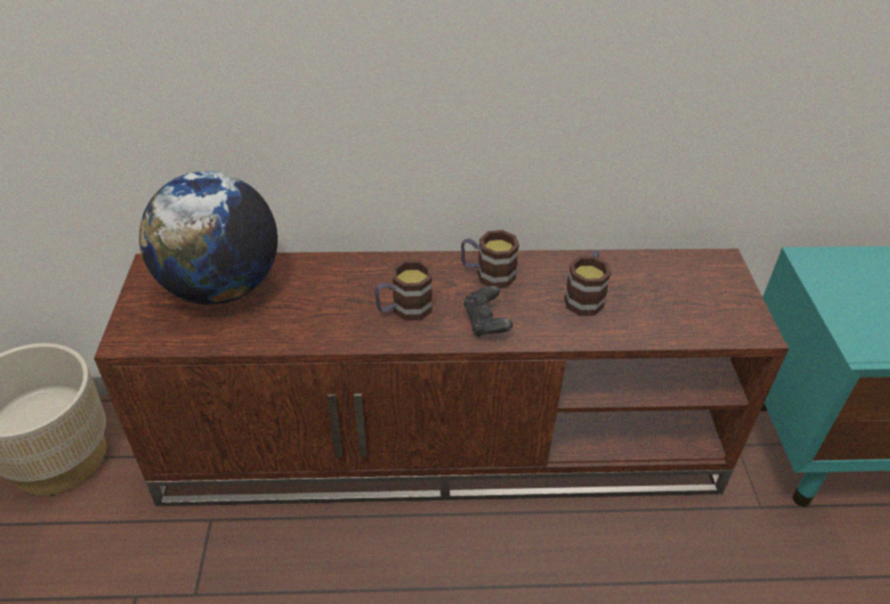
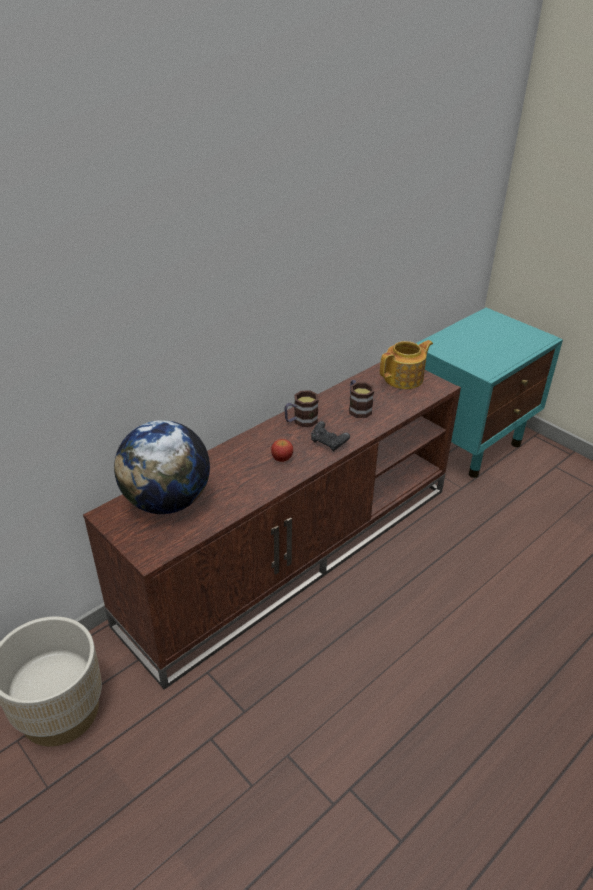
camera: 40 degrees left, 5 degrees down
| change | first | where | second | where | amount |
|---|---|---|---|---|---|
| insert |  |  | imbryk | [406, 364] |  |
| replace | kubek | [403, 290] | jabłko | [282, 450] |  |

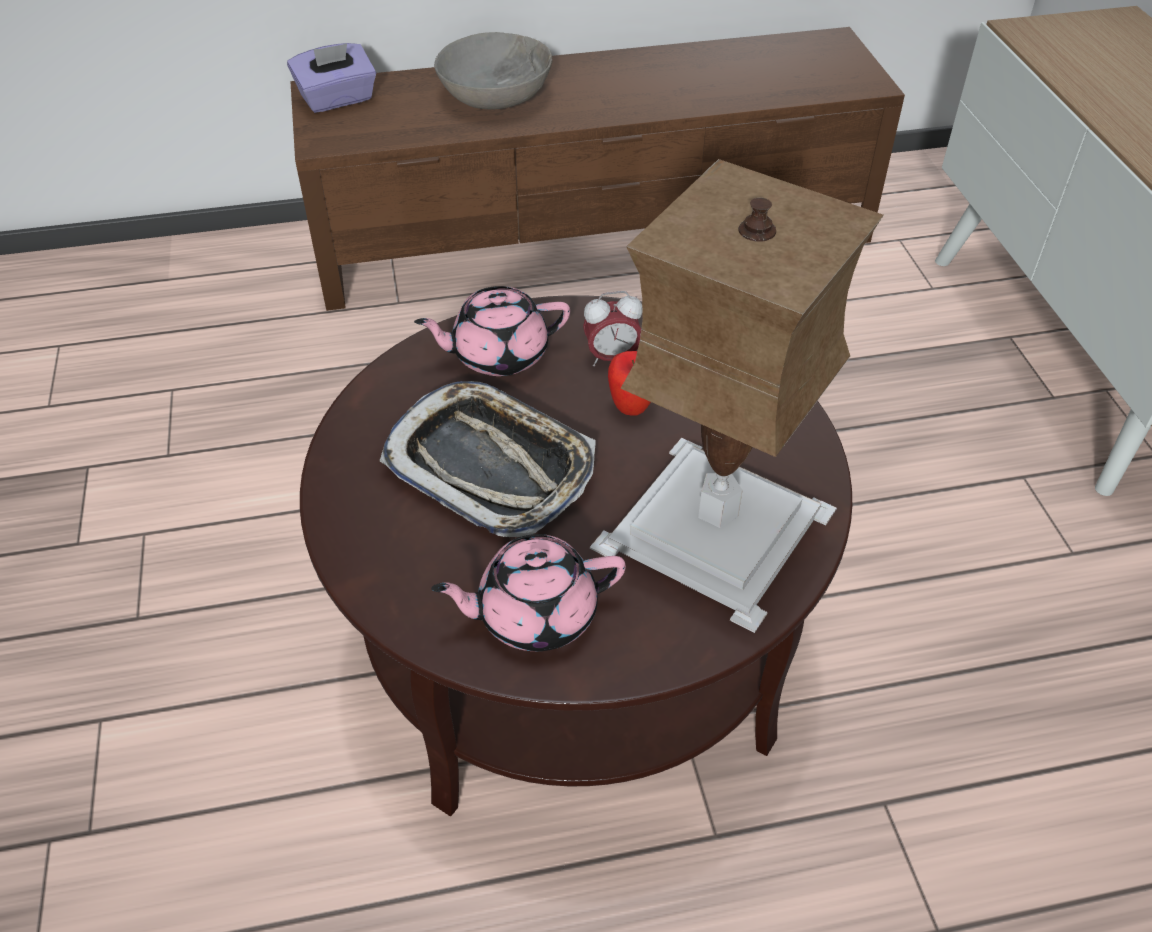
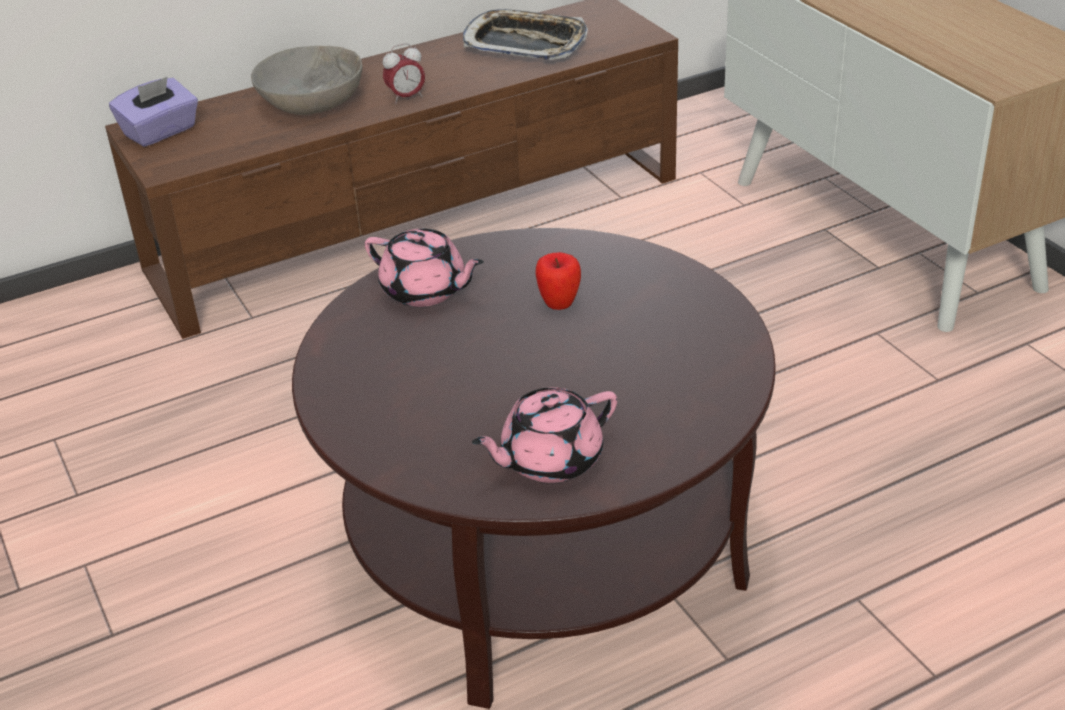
camera: 15 degrees left, 10 degrees down
| change | first | where | second | where | amount |
|---|---|---|---|---|---|
| delete | lampa stołowa | [737, 396] |  |  |  |
| move | taca | [487, 459] |  | [525, 34] |  |
| move | budzik | [612, 328] |  | [404, 73] |  |
| rotate | imbryk/różowy | [492, 331] |  | [424, 268] | 120 degrees counterclockwise |

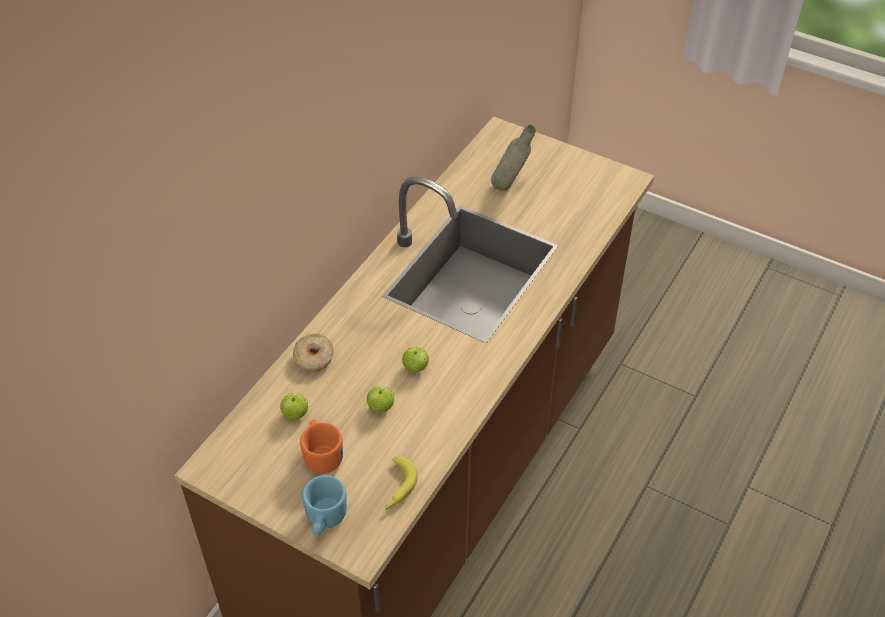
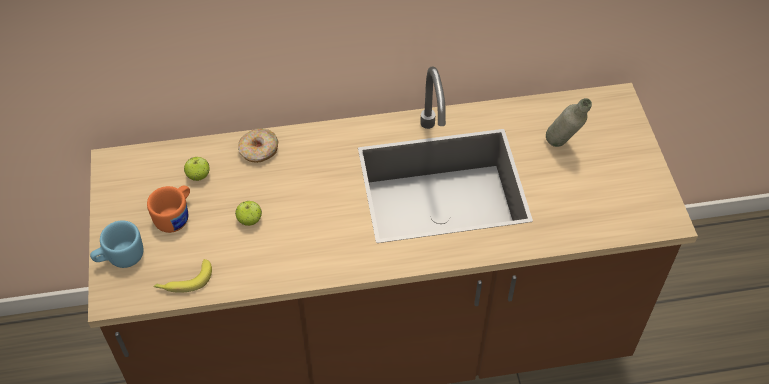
camera: 50 degrees right, 5 degrees up
| change | first | where | second | where | amount |
|---|---|---|---|---|---|
| delete | jabłko | [415, 359] |  |  |  |

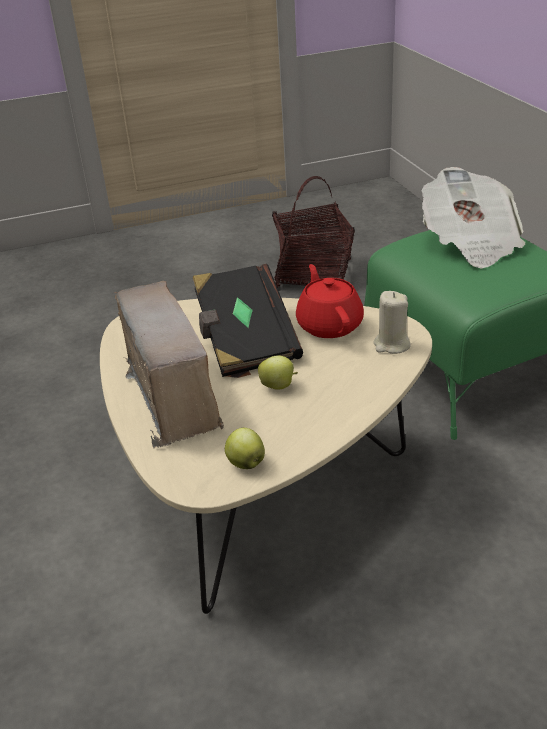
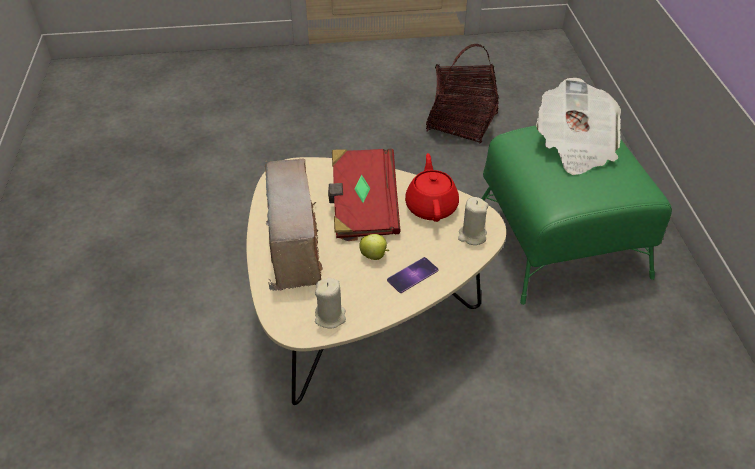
camera: 10 degrees right, 10 degrees up
| change | first | where | second | where | amount |
|---|---|---|---|---|---|
| insert |  |  | telefon | [413, 275] |  |
| replace | jabłko | [245, 448] | świeca/beżowy | [330, 303] |  |
| recolor | książka/czarny | [248, 320] | książka/czerwony | [364, 193] |  |

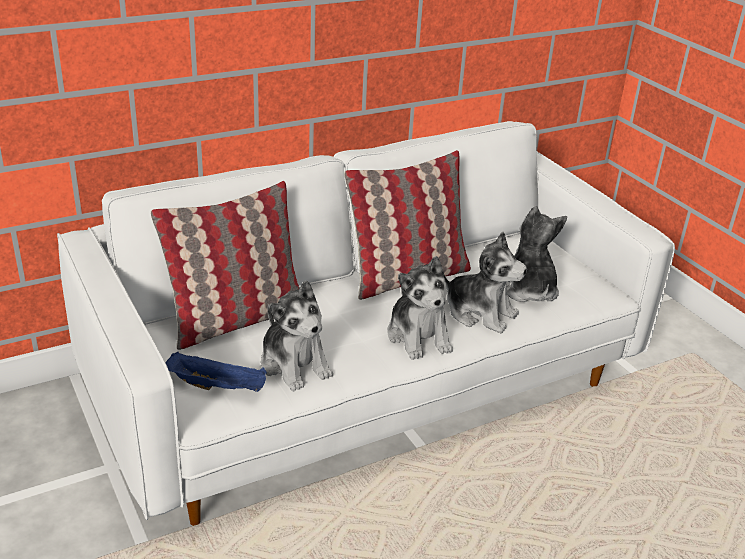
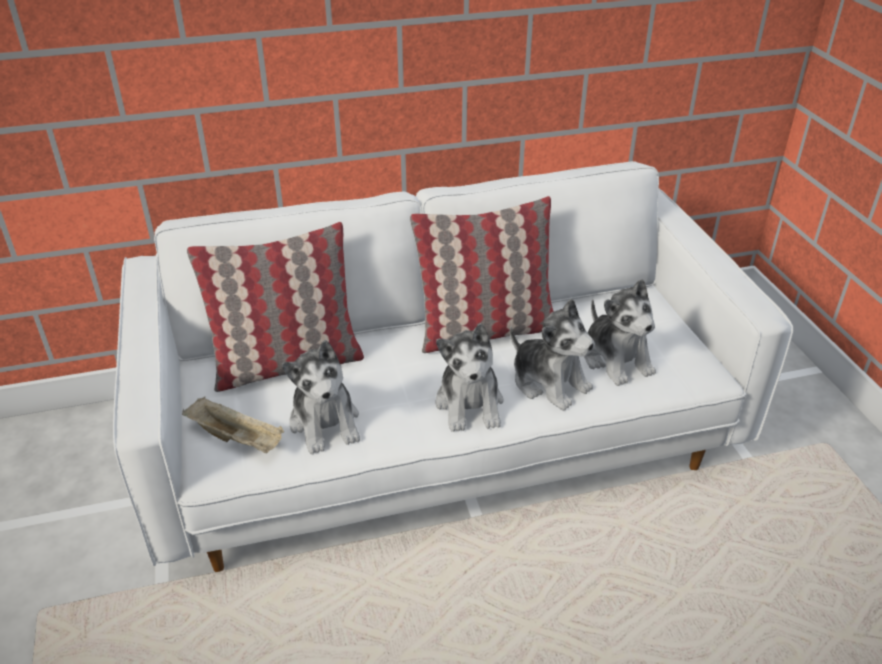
camera: 15 degrees right, 5 degrees up
| change | first | where | second | where | amount |
|---|---|---|---|---|---|
| recolor | taca/niebieski | [216, 372] | taca/beżowy | [233, 425] |  |
| rotate | pluszak | [537, 254] |  | [620, 332] | 150 degrees clockwise |

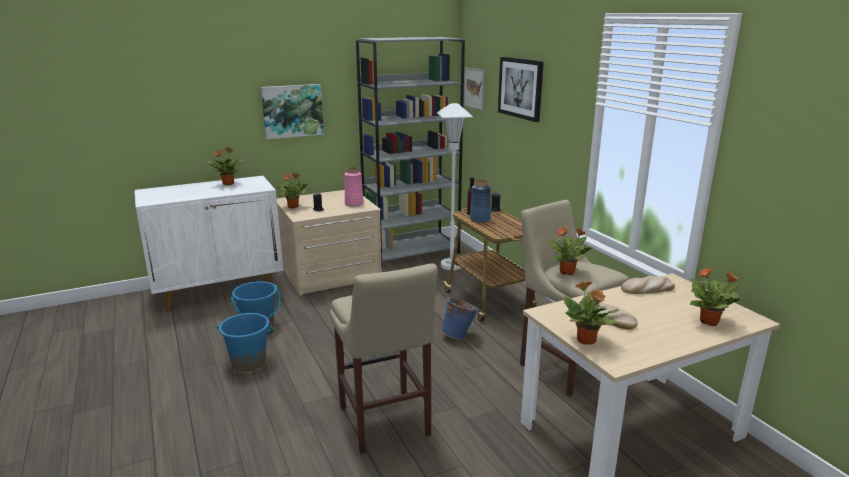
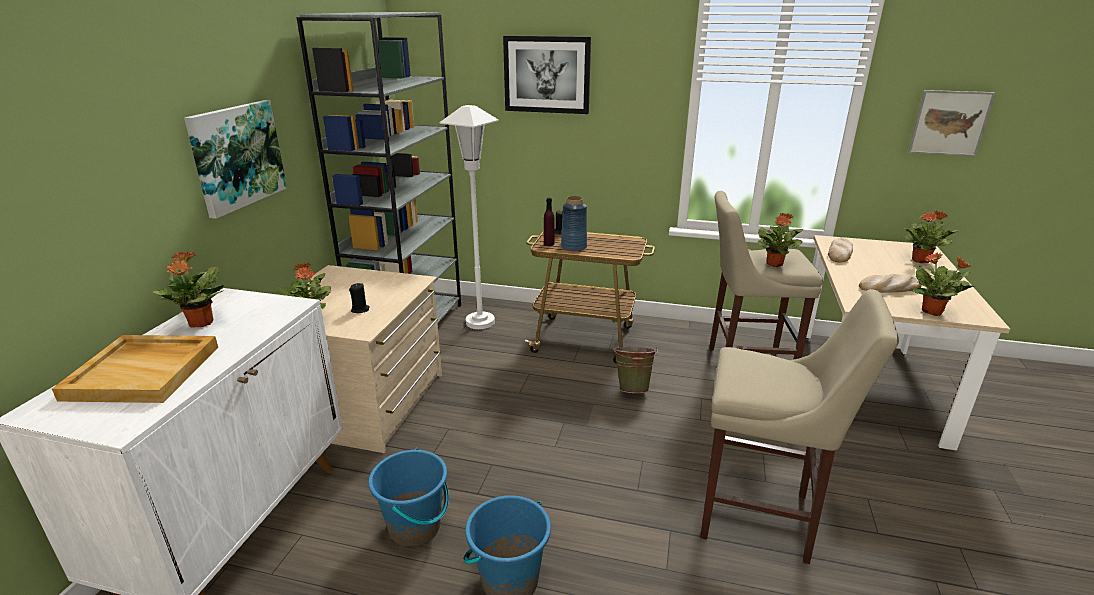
camera: 50 degrees left, 5 degrees up
| change | first | where | second | where | amount |
|---|---|---|---|---|---|
| delete | wazon/różowy | [354, 186] |  |  |  |
| insert |  |  | taca/beżowy | [135, 369] |  |
| move | obraz | [474, 88] |  | [951, 123] |  |
| recolor | wiadro/niebieski | [460, 318] | wiadro/zielony | [635, 369] |  |

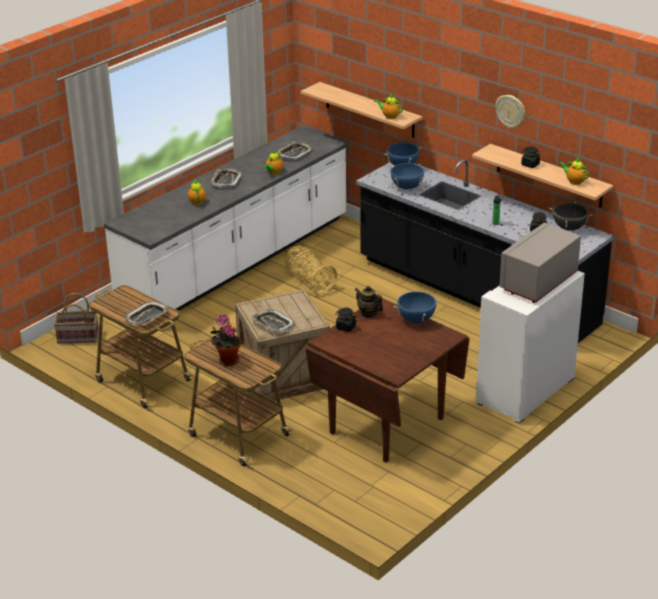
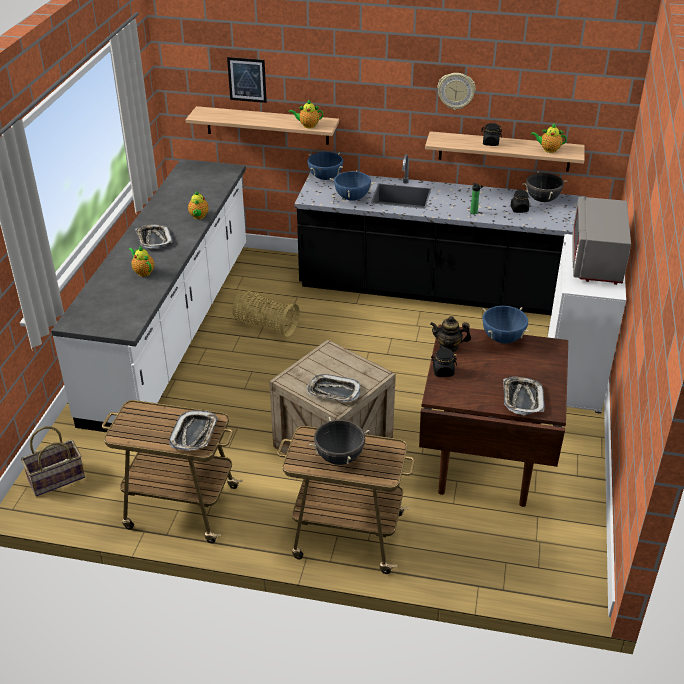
camera: 30 degrees left, 5 degrees up
| change | first | where | second | where | amount |
|---|---|---|---|---|---|
| insert |  |  | obraz | [247, 80] |  |
| move | taca | [295, 150] |  | [524, 396] |  |
| replace | roślina doniczkowa | [226, 340] | garnek/czarny | [339, 441] |  |

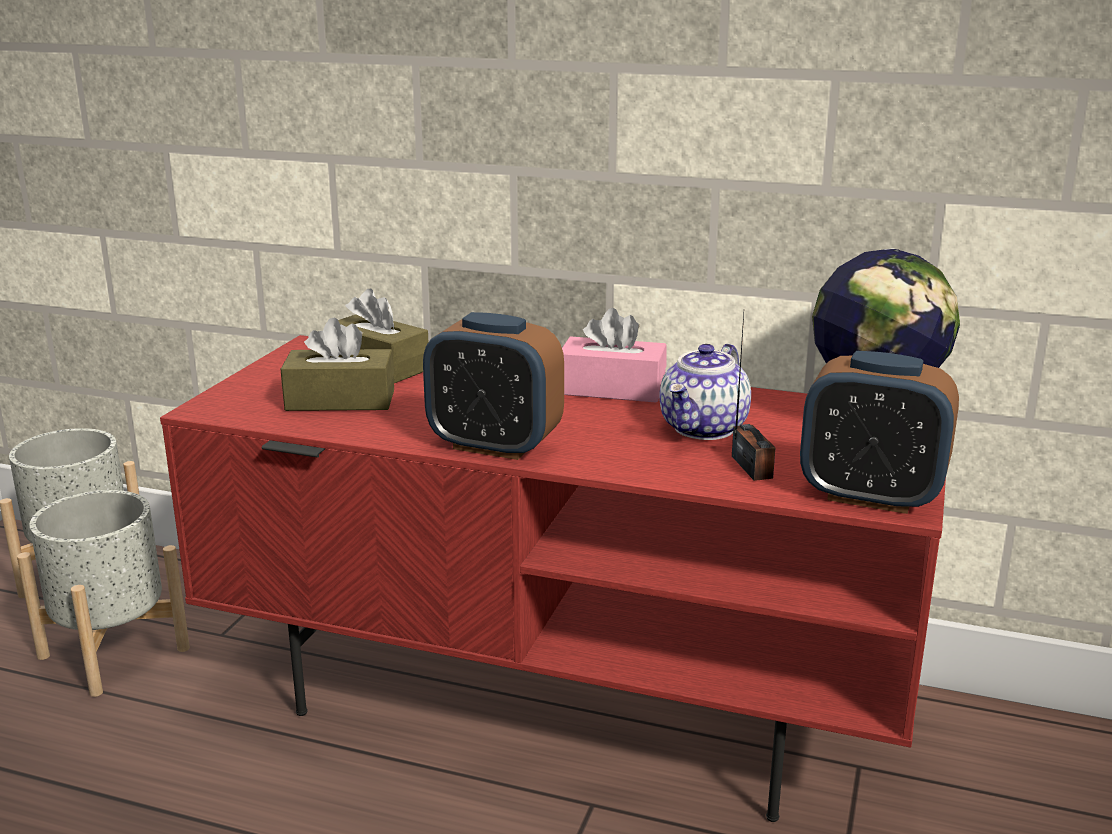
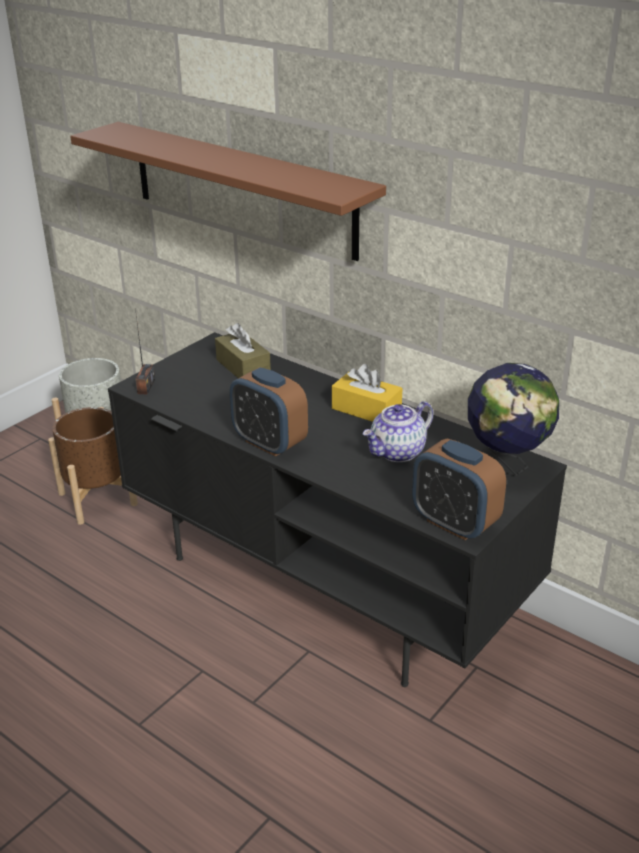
camera: 20 degrees right, 10 degrees up
| change | first | where | second | where | amount |
|---|---|---|---|---|---|
| delete | pudełko chusteczek/brązowy | [337, 364] |  |  |  |
| insert |  |  | półka/brązowy | [228, 191] |  |
| move | radio | [753, 397] |  | [145, 351] |  |
| recolor | donica/szary | [103, 593] | donica/brązowy | [93, 466] |  |
| recolor | szafka pod telewizor/czerwony | [553, 578] | szafka pod telewizor/czarny | [337, 509] |  |
| recolor | pudełko chusteczek/różowy | [614, 355] | pudełko chusteczek/żółty | [367, 393] |  |

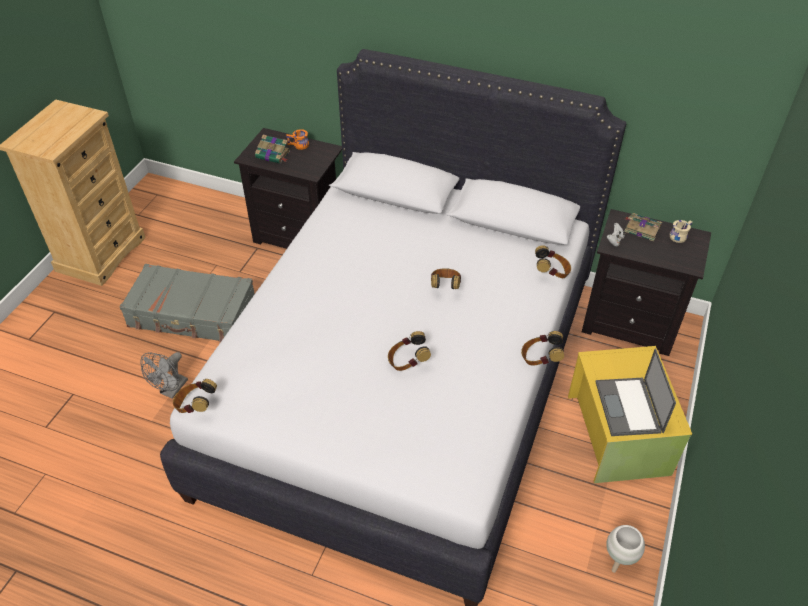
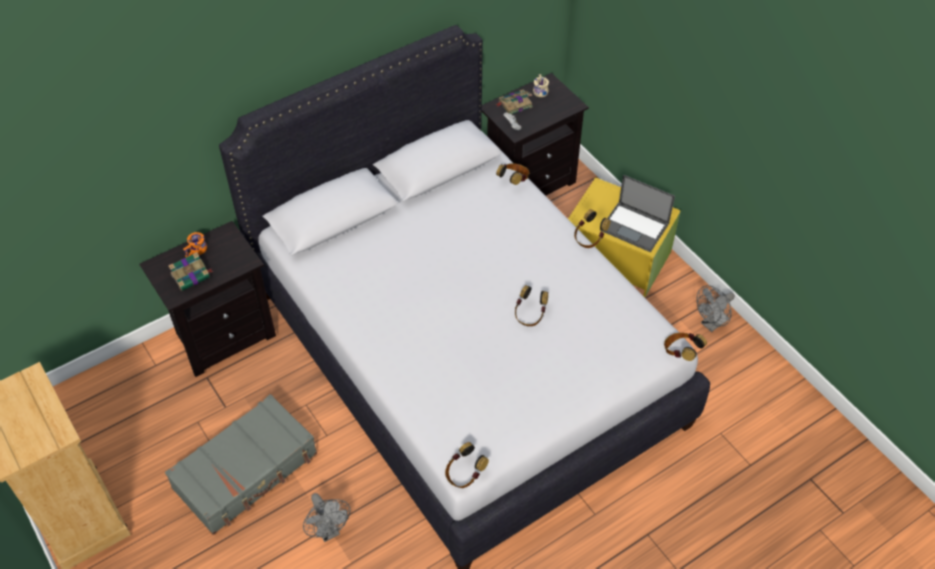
camera: 55 degrees left, 5 degrees up
| change | first | where | second | where | amount |
|---|---|---|---|---|---|
| move | słuchawki | [446, 278] |  | [685, 347] |  |
| replace | donica/biały | [625, 549] | wentylator/szary | [716, 308] |  |

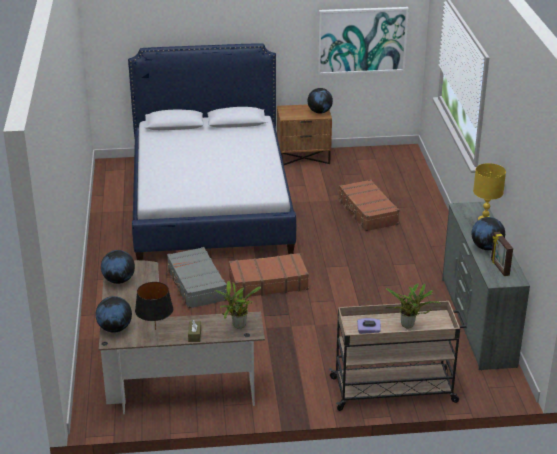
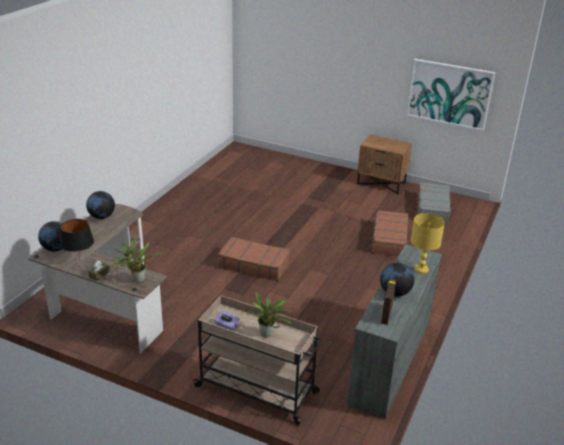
camera: 30 degrees right, 0 degrees up
| change | first | where | second | where | amount |
|---|---|---|---|---|---|
| delete | łóżko | [212, 151] |  |  |  |
| delete | globus | [320, 101] |  |  |  |
| move | walizka/szary | [197, 278] |  | [433, 203] |  |

